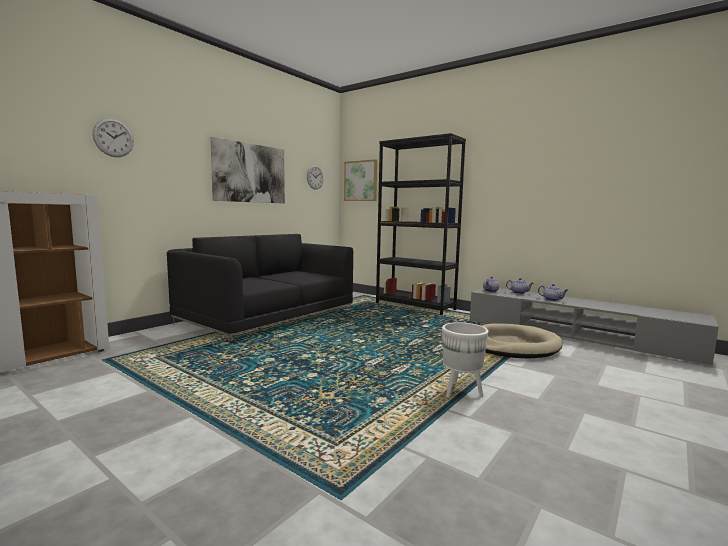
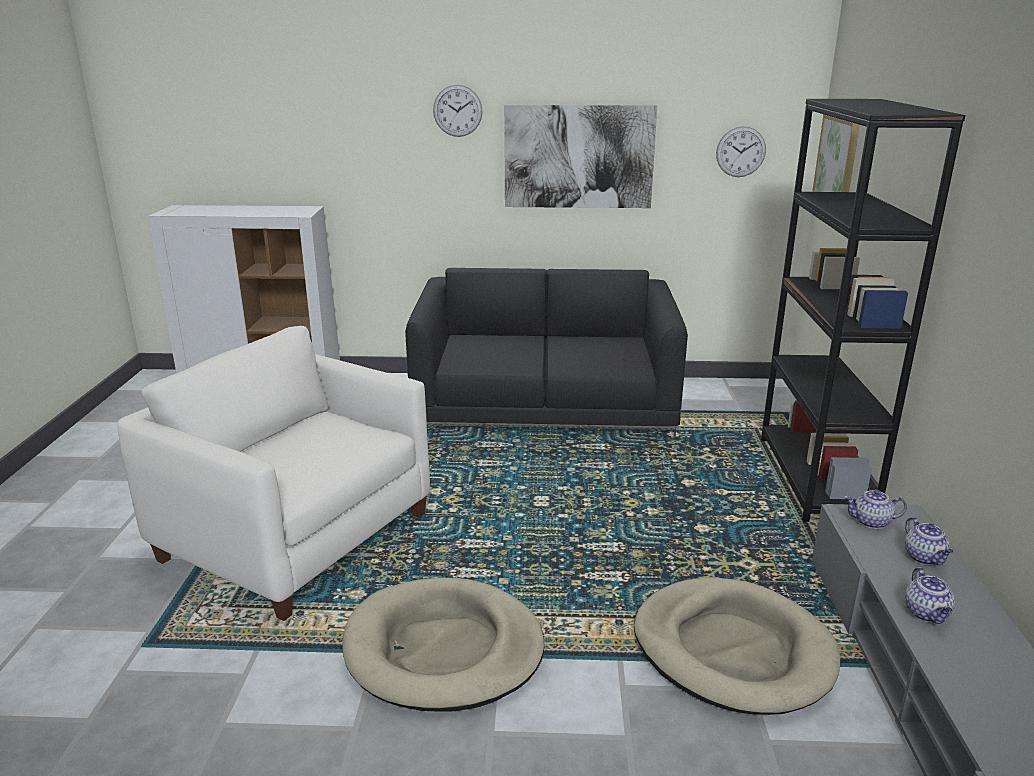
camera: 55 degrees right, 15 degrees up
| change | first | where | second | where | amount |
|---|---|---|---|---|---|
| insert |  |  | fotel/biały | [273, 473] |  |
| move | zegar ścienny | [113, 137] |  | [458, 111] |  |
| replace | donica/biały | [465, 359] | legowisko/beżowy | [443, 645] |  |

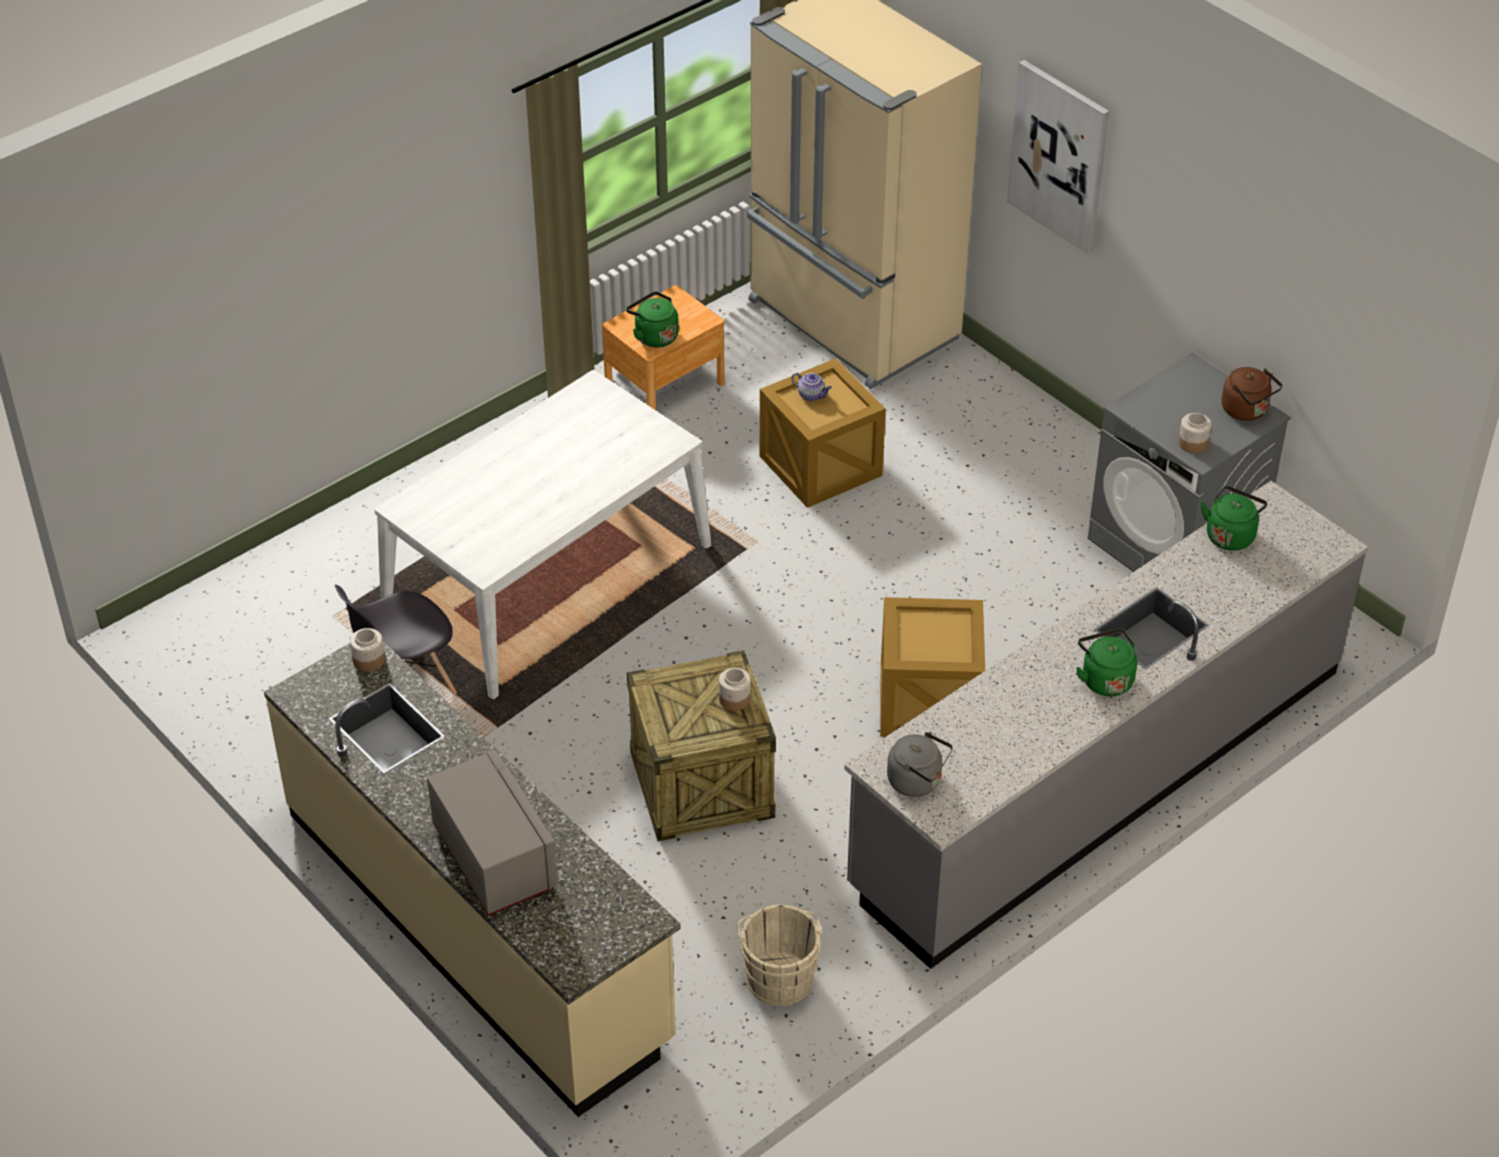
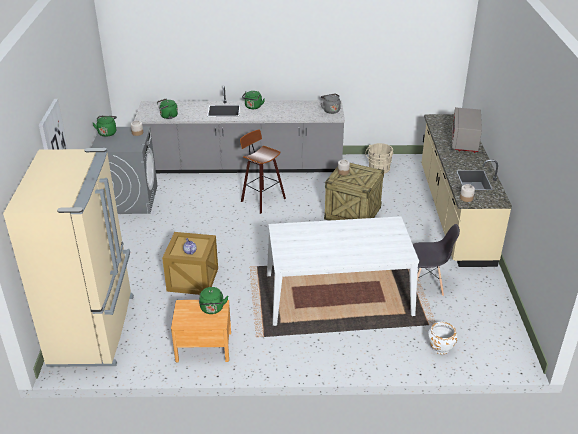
camera: 140 degrees left, 10 degrees down
| change | first | where | second | where | amount |
|---|---|---|---|---|---|
| insert |  |  | donica/biały | [442, 338] |  |
| replace | skrzynka | [932, 667] | stołek | [263, 171] |  |
| recolor | czajnik/brązowy | [1252, 394] | czajnik/zielony | [105, 126] |  |

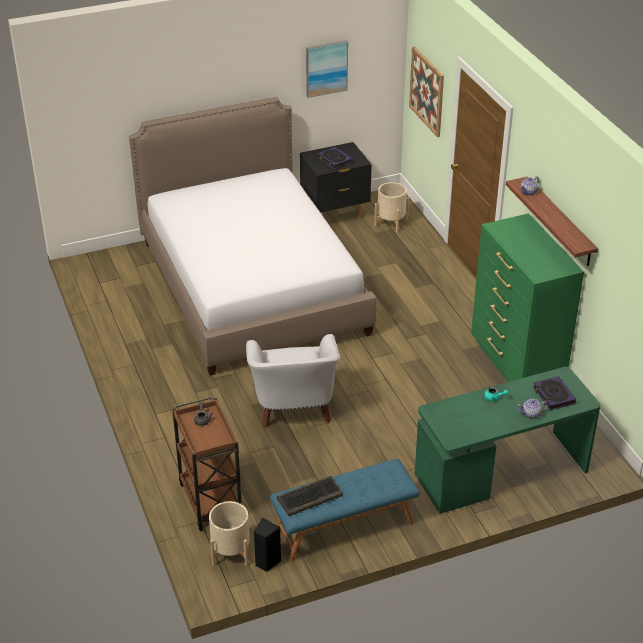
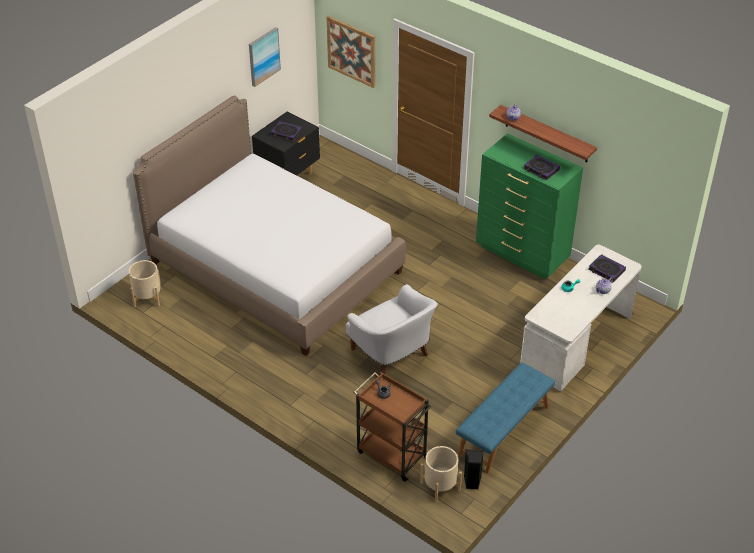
camera: 30 degrees left, 5 degrees up
| change | first | where | second | where | amount |
|---|---|---|---|---|---|
| delete | klawiatura | [310, 496] |  |  |  |
| insert |  |  | książka | [541, 167] |  |
| move | donica/beżowy | [391, 207] |  | [145, 283] |  |
| recolor | biurko/zielony | [507, 440] | biurko/biały | [580, 318] |  |

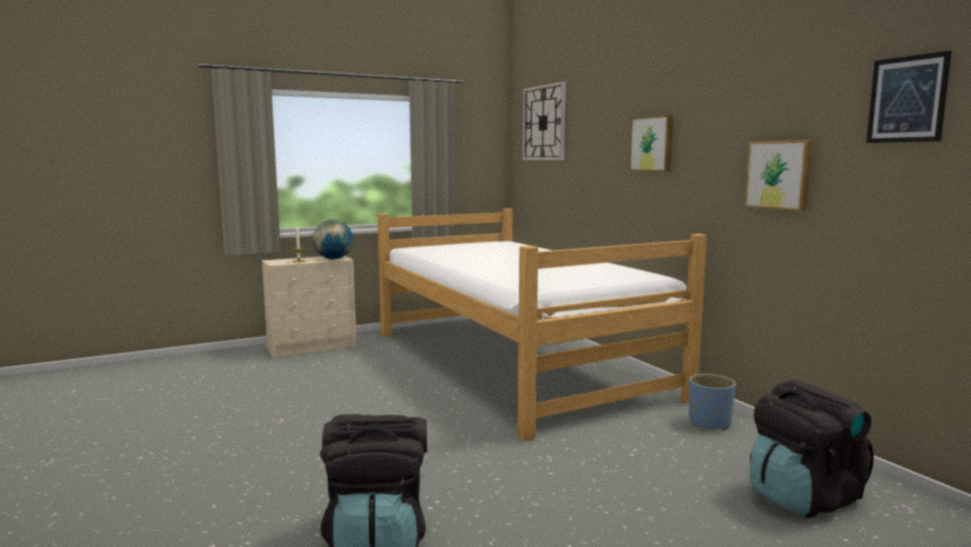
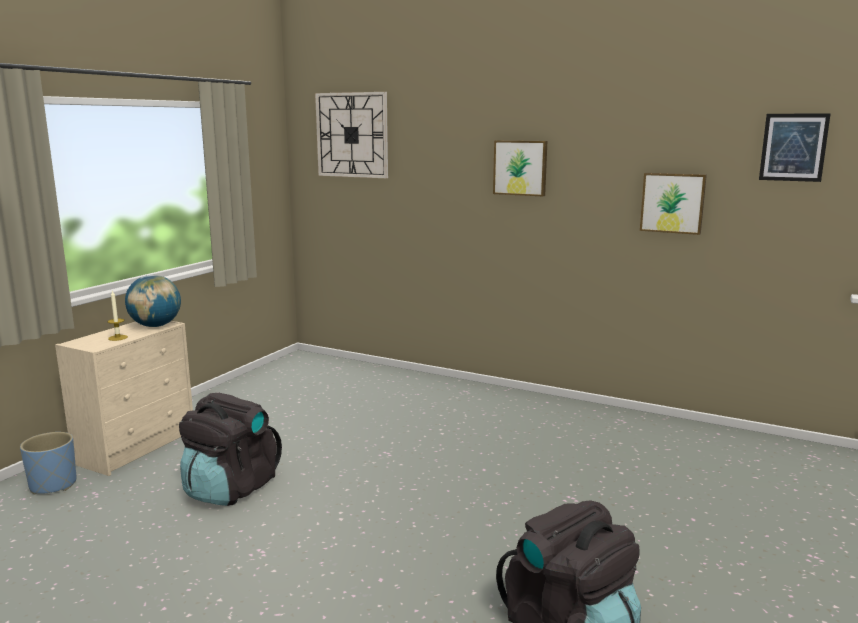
camera: 35 degrees left, 5 degrees up
| change | first | where | second | where | amount |
|---|---|---|---|---|---|
| delete | łóżko | [542, 324] |  |  |  |
| move | donica/niebieski | [712, 402] |  | [48, 463] |  |
| move | plecak/czarny | [812, 448] |  | [230, 449] |  |

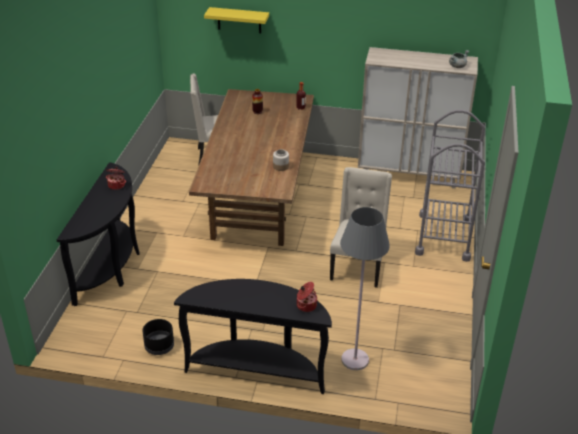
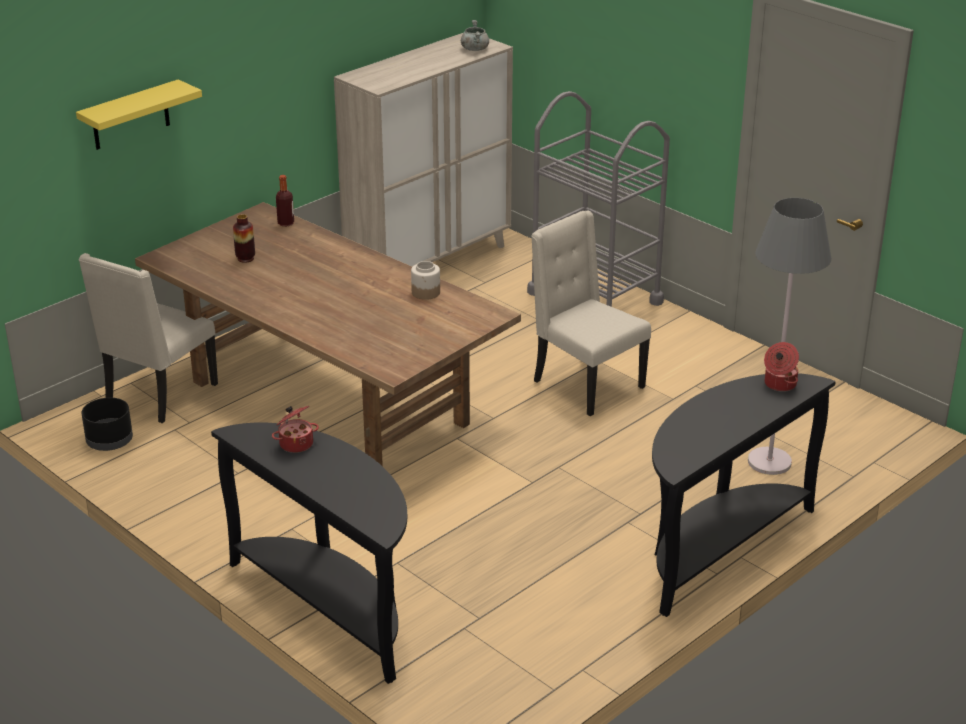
camera: 55 degrees left, 5 degrees down
| change | first | where | second | where | amount |
|---|---|---|---|---|---|
| move | donica/czarny | [158, 337] |  | [107, 424] |  |

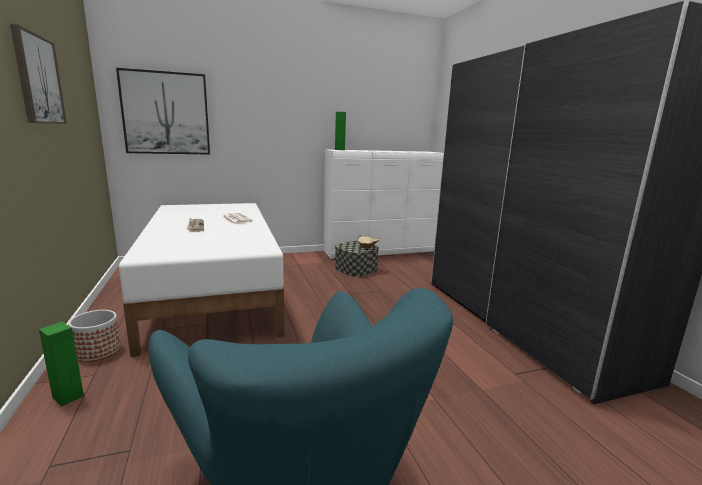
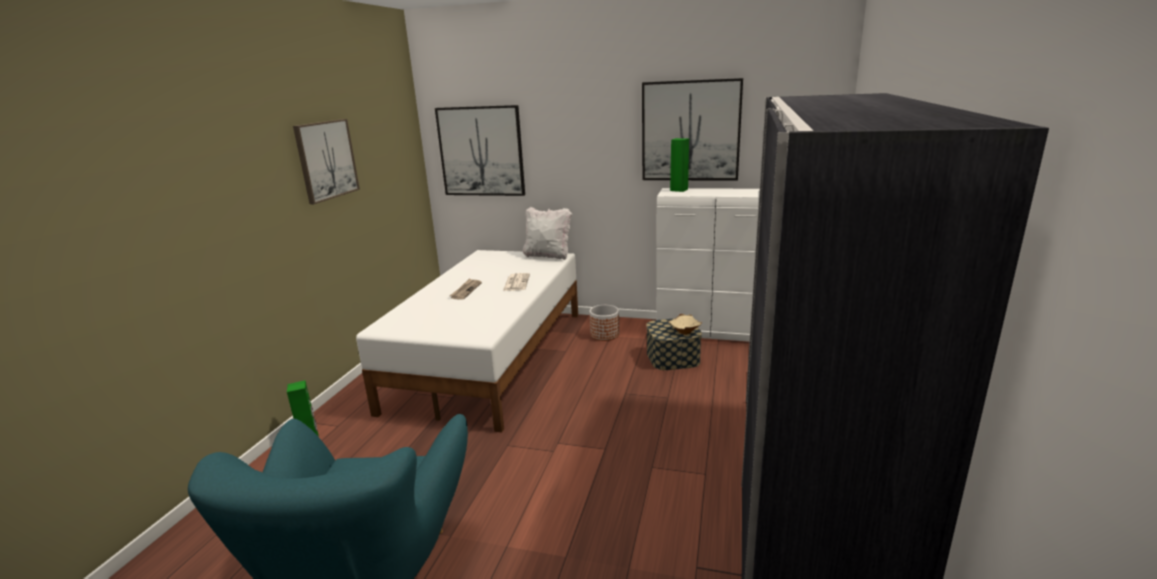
camera: 35 degrees right, 5 degrees up
| change | first | where | second | where | amount |
|---|---|---|---|---|---|
| insert |  |  | poduszka/biały | [547, 233] |  |
| insert |  |  | obraz | [692, 129] |  |
| move | donica | [94, 336] |  | [604, 323] |  |

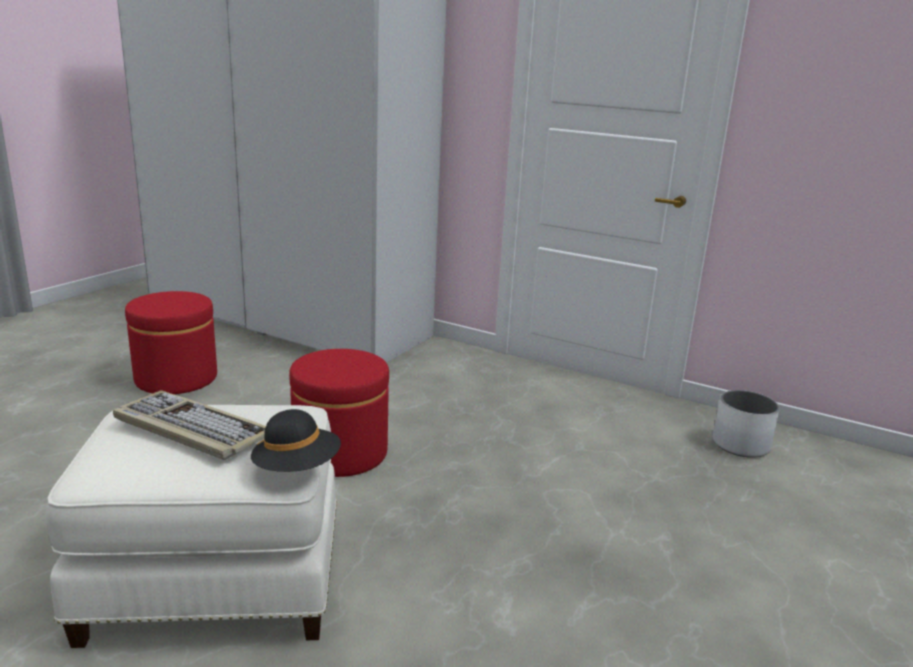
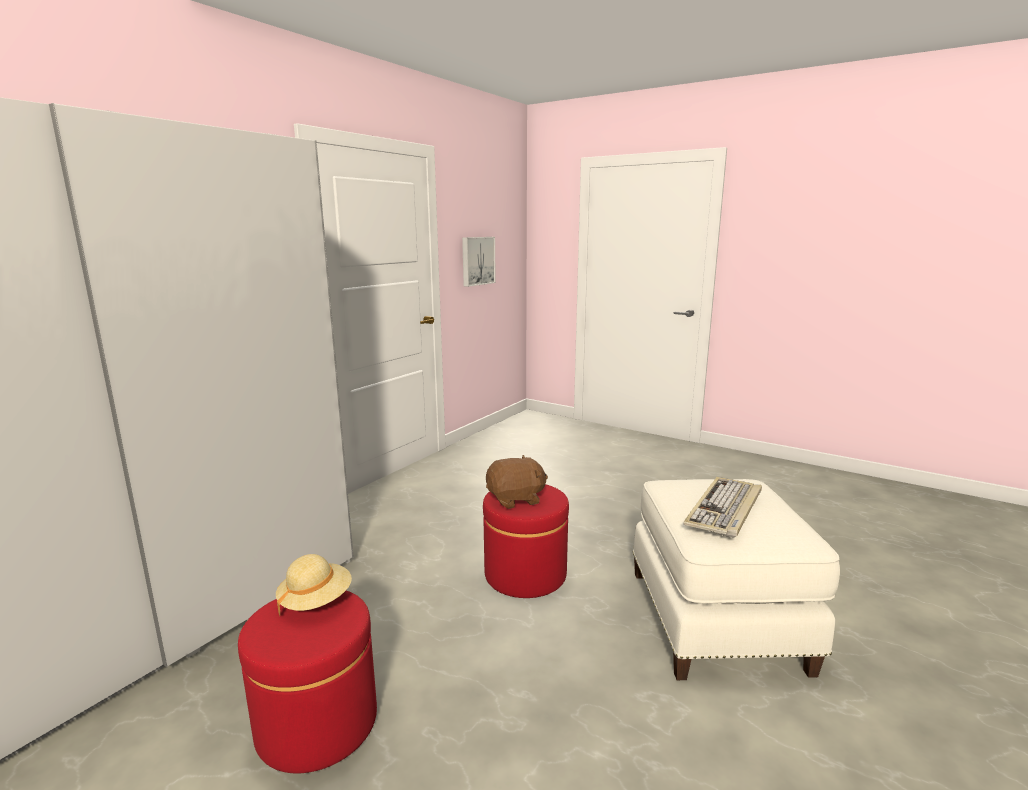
camera: 85 degrees left, 5 degrees down
| change | first | where | second | where | amount |
|---|---|---|---|---|---|
| delete | kapelusz/czarny | [296, 440] |  |  |  |
| delete | donica/biały | [746, 424] |  |  |  |
| insert |  |  | kapelusz/beżowy | [314, 585] |  |
| insert |  |  | obraz | [479, 262] |  |
| insert |  |  | pluszak/brązowy | [517, 482] |  |

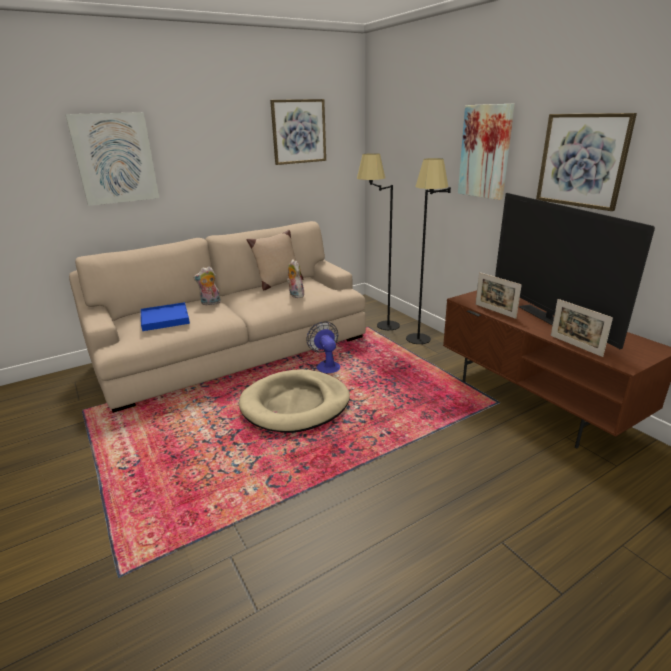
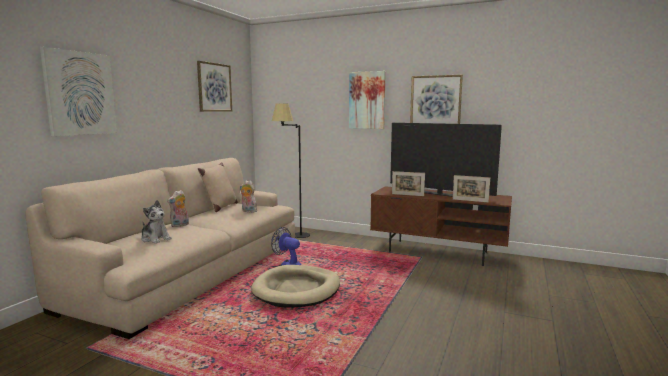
camera: 35 degrees left, 15 degrees down
| change | first | where | second | where | amount |
|---|---|---|---|---|---|
| delete | lampa stojąca/czarny | [428, 251] |  |  |  |
| replace | taca/niebieski | [165, 316] | pluszak | [156, 222] |  |

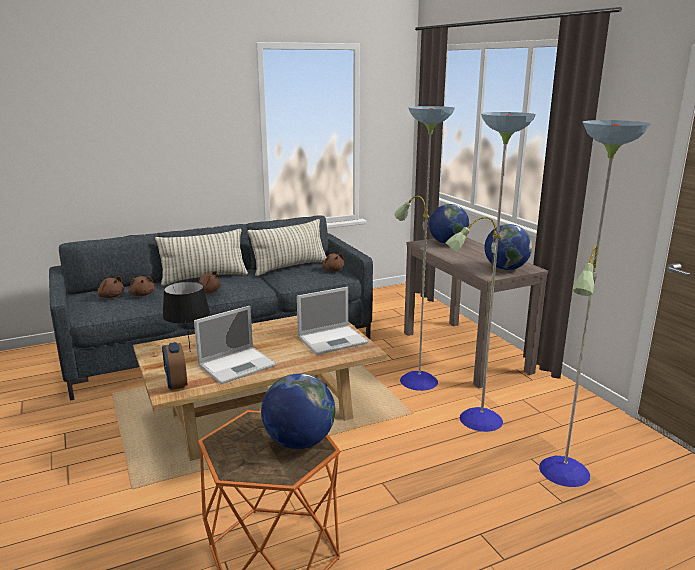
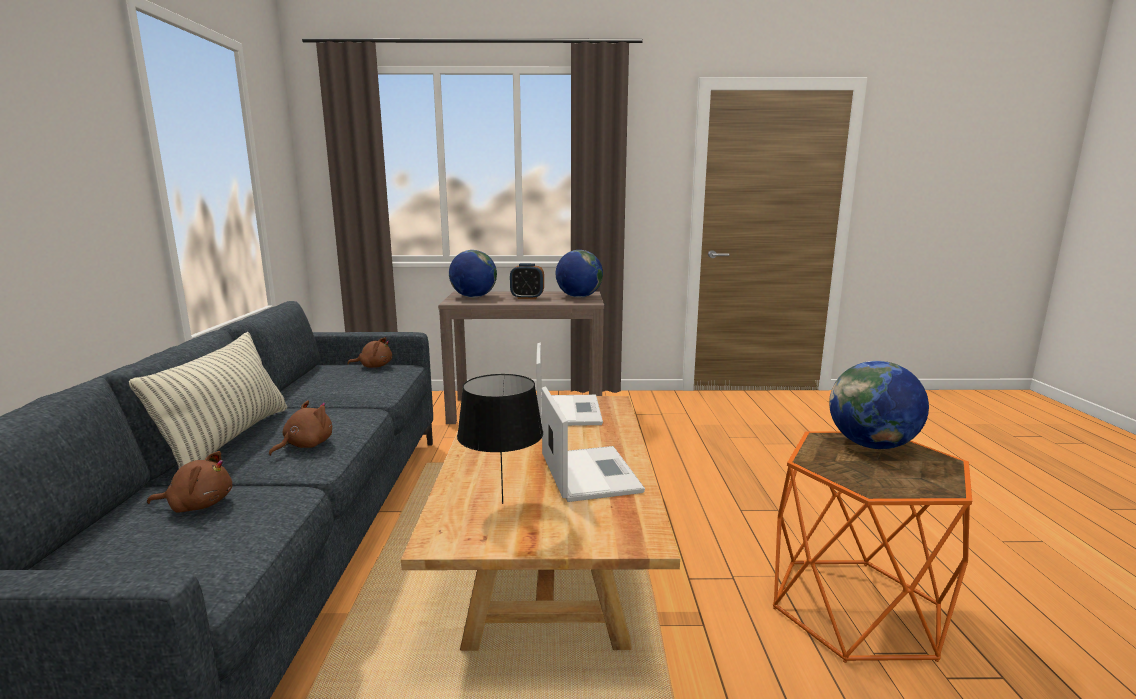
camera: 65 degrees left, 5 degrees down
| change | first | where | second | where | amount |
|---|---|---|---|---|---|
| delete | pluszak/brązowy | [110, 287] |  |  |  |
| delete | poduszka | [287, 247] |  |  |  |
| delete | lampa stojąca | [522, 296] |  |  |  |
| move | budzik | [174, 366] |  | [527, 281] |  |

